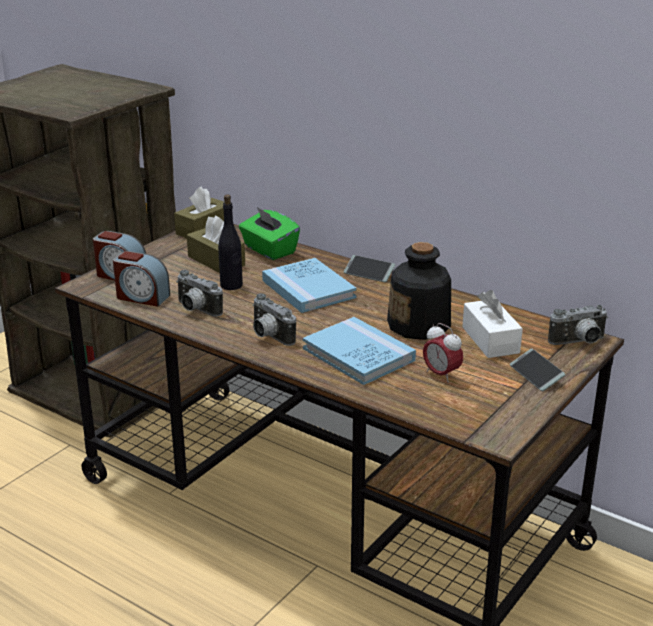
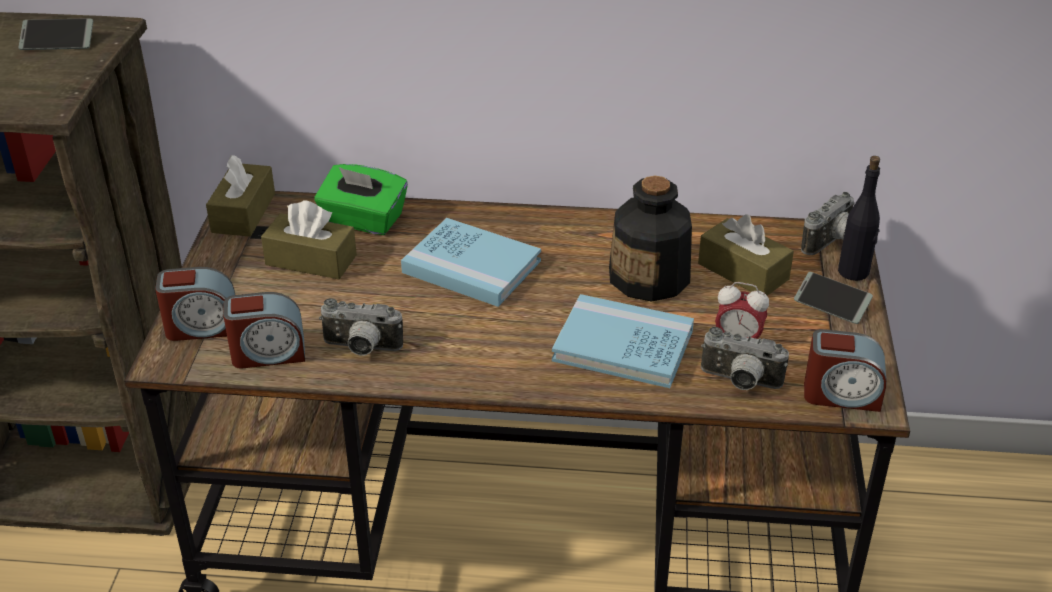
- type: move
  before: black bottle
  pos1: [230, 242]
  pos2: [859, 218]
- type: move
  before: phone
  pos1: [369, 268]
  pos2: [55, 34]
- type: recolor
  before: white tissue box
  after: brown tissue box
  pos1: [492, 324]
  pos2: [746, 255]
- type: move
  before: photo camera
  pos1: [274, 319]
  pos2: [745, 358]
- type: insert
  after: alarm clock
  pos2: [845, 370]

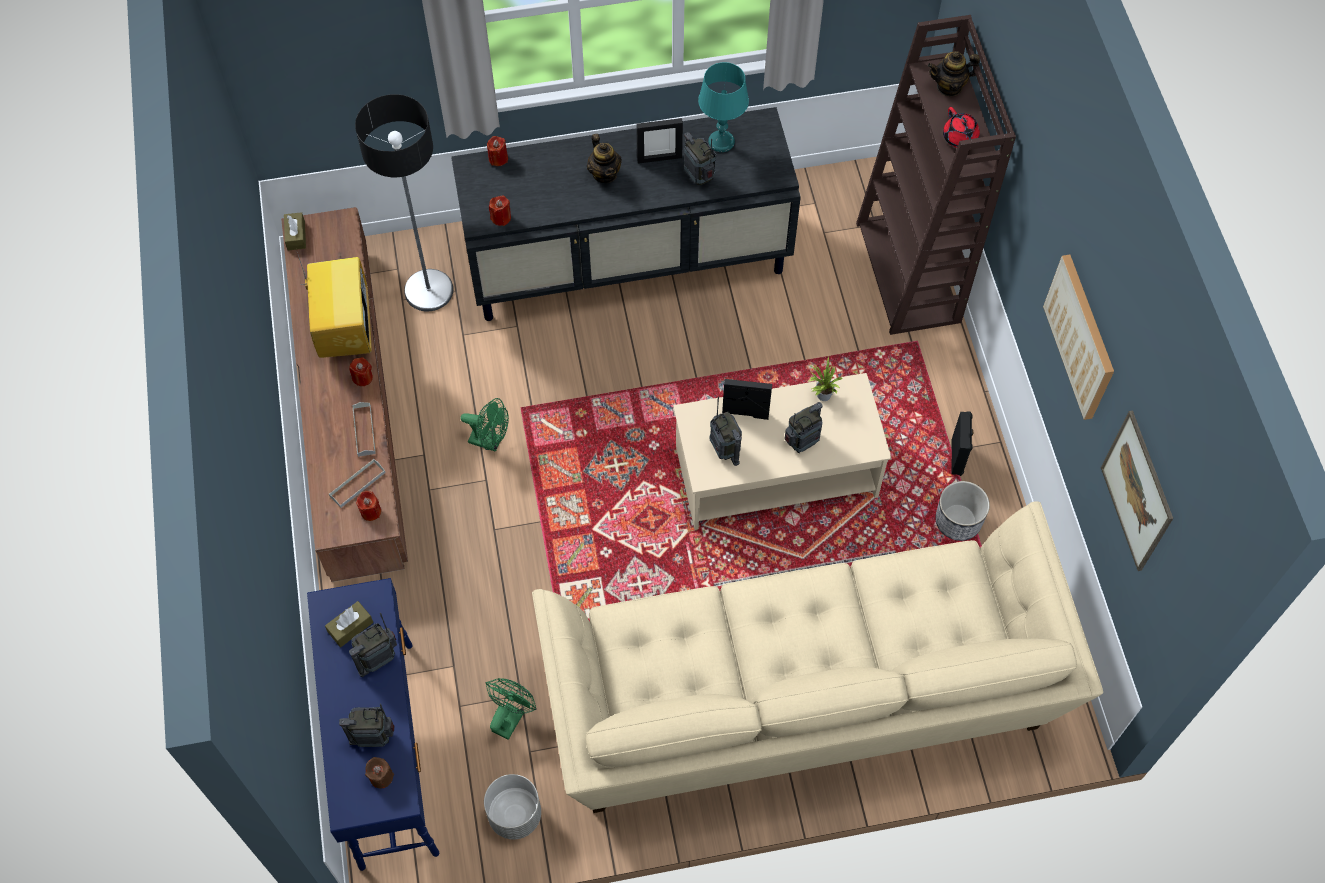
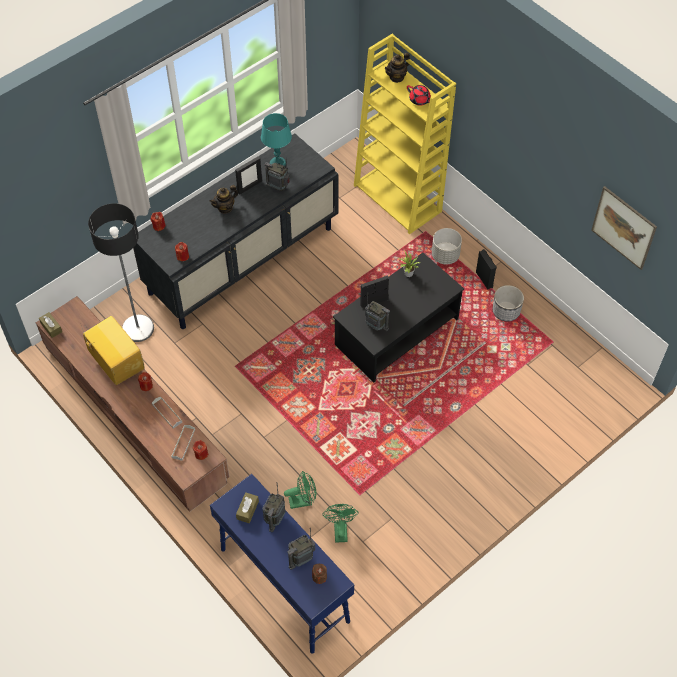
- type: recolor
  before: brown bookcase
  after: yellow bookcase
  pos1: [936, 175]
  pos2: [405, 134]
- type: rotate
  before: teapot
  pos1: [604, 158]
  pos2: [223, 199]
  turn: 105
- type: delete
  before: picture
  pos1: [1078, 337]
- type: recolor
  before: beige coffee table
  after: black coffee table
  pos1: [782, 451]
  pos2: [398, 317]
- type: move
  before: green fan
  pos1: [484, 425]
  pos2: [300, 490]
- type: delete
  before: radio
  pos1: [804, 427]
- type: delete
  before: beige sofa
  pos1: [817, 657]
- type: move
  before: grey planter
  pos1: [512, 806]
  pos2: [447, 246]

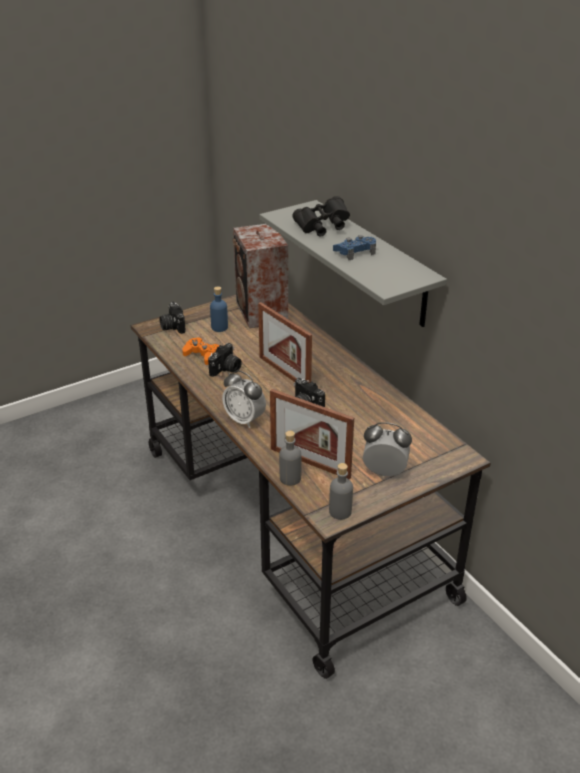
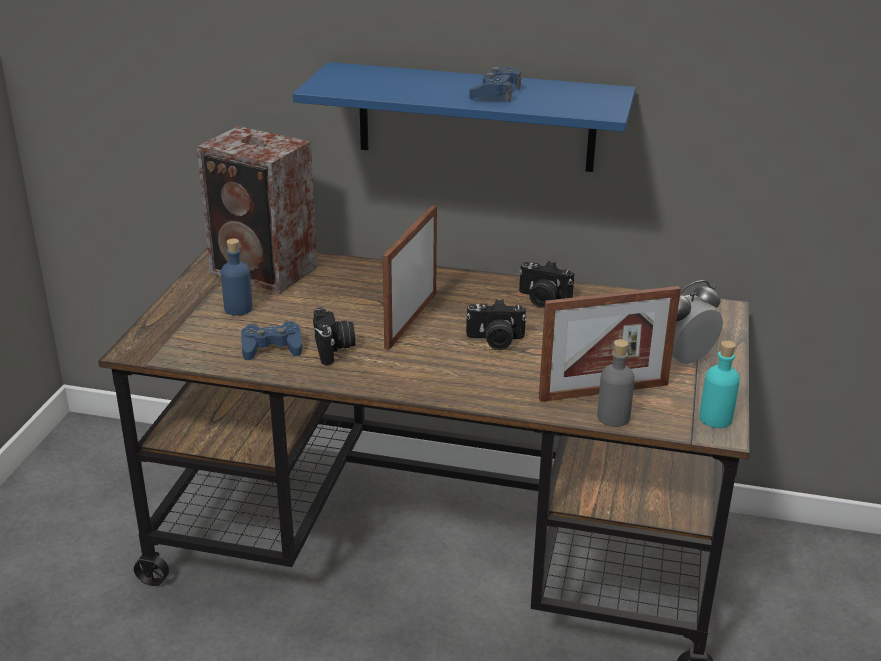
- type: delete
  before: black binoculars
  pos1: [321, 216]
- type: recolor
  before: grey shelf
  after: blue shelf
  pos1: [353, 263]
  pos2: [464, 117]
- type: move
  before: photo camera
  pos1: [172, 318]
  pos2: [546, 284]
- type: rotate
  before: picture frame
  pos1: [285, 342]
  pos2: [410, 277]
  turn: 105
- type: recolor
  before: orange game controller
  after: blue game controller
  pos1: [201, 351]
  pos2: [271, 340]
- type: delete
  before: alarm clock
  pos1: [244, 399]
- type: recolor
  before: grey bottle
  after: turquoise bottle
  pos1: [341, 491]
  pos2: [719, 384]

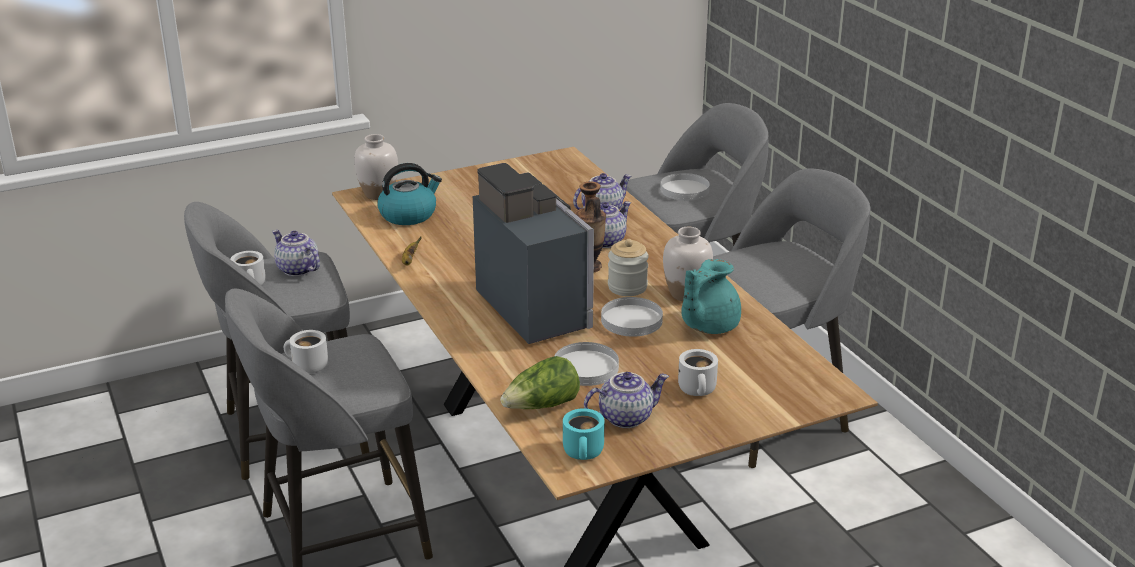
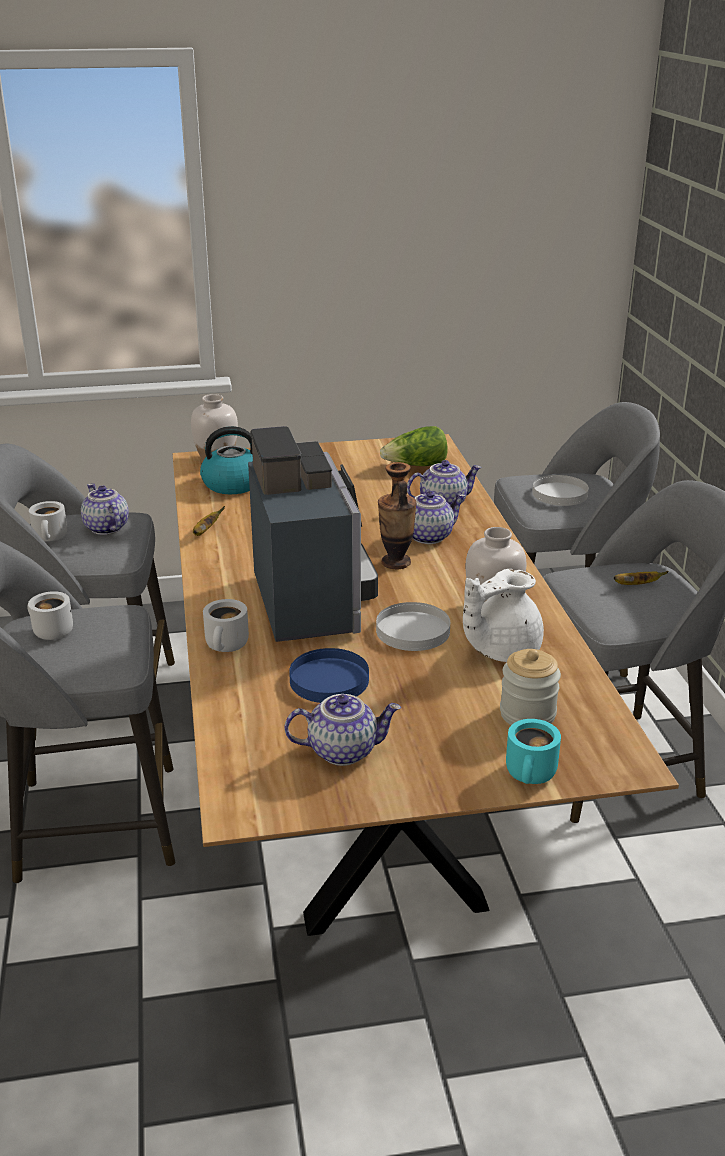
- type: move
  before: jar
  pos1: [628, 267]
  pos2: [530, 687]
- type: recolor
  before: turquoise teapot
  after: white teapot
  pos1: [711, 296]
  pos2: [503, 615]
- type: recolor
  before: white plate
  after: blue plate
  pos1: [587, 364]
  pos2: [329, 675]
- type: move
  before: white mug
  pos1: [698, 372]
  pos2: [226, 625]
- type: move
  before: lettuce
  pos1: [540, 382]
  pos2: [414, 446]
- type: move
  before: turquoise mug
  pos1: [583, 434]
  pos2: [533, 751]
- type: insert
  after: banana
  pos2: [641, 578]

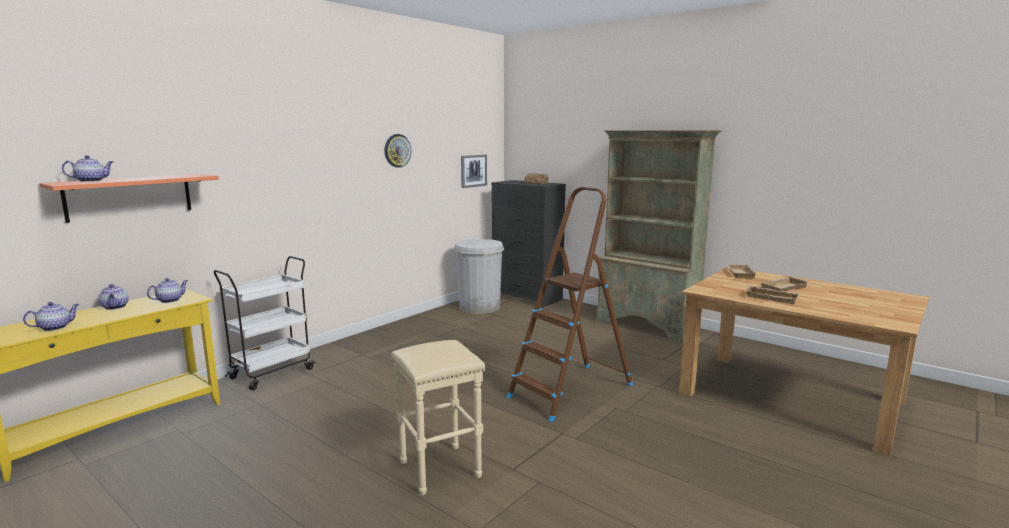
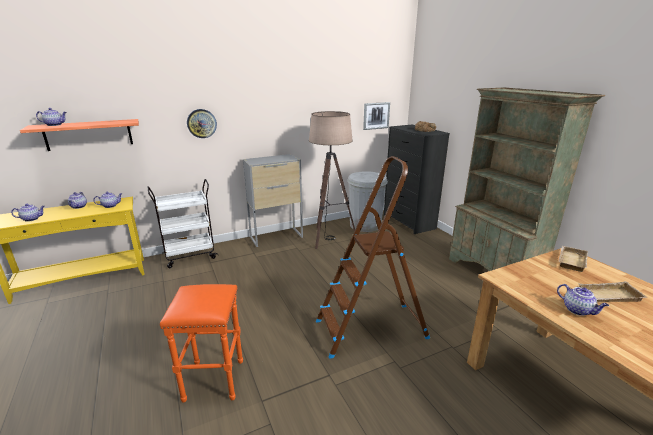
- type: move
  before: wall clock
  pos1: [398, 151]
  pos2: [202, 123]
- type: replace
  before: beige tray
  after: teapot
  pos1: [773, 295]
  pos2: [583, 300]
- type: recolor
  before: beige stool
  after: orange stool
  pos1: [438, 417]
  pos2: [201, 343]
- type: insert
  after: floor lamp
  pos2: [332, 180]
- type: insert
  after: grey cabinet
  pos2: [273, 200]

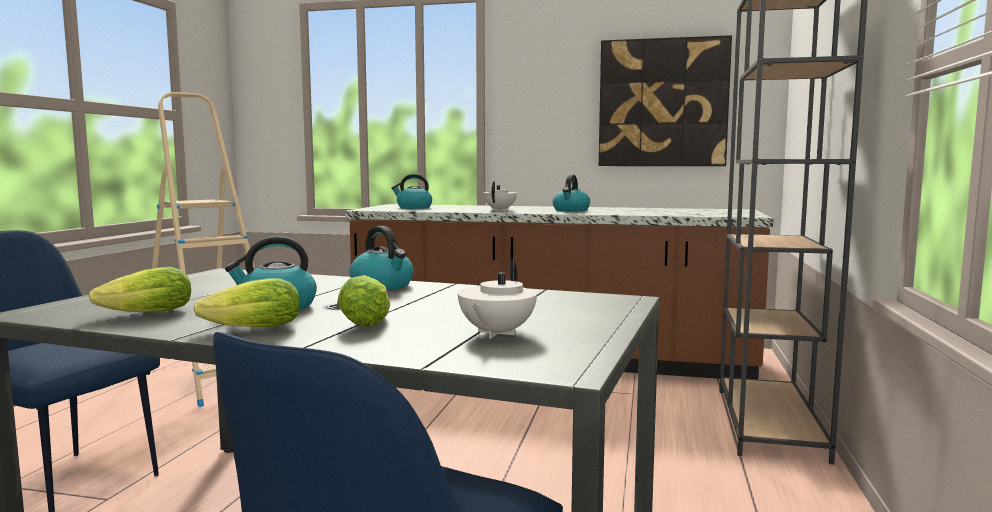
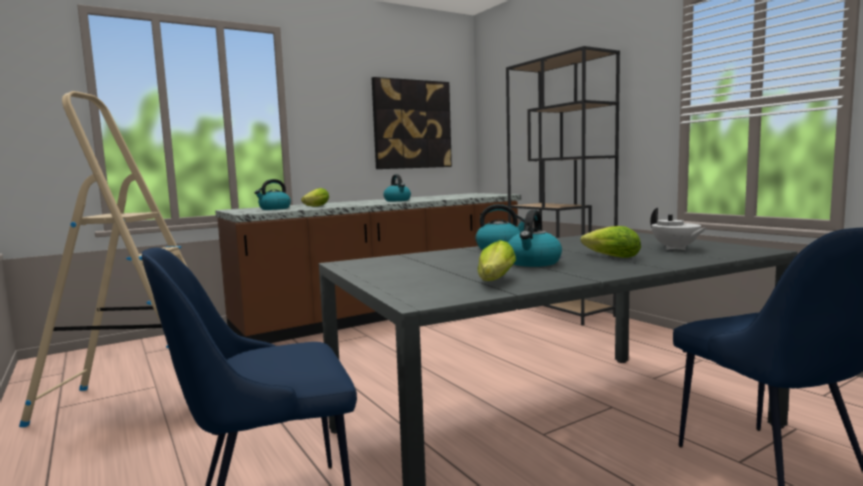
- type: delete
  before: white teapot
  pos1: [500, 196]
- type: move
  before: lettuce
  pos1: [246, 302]
  pos2: [315, 197]

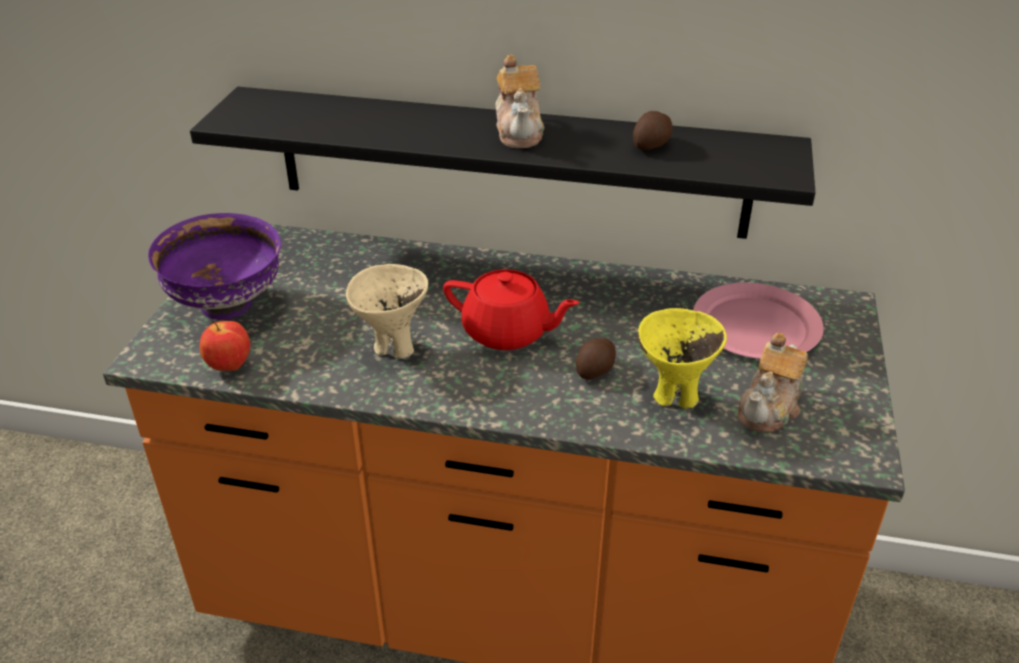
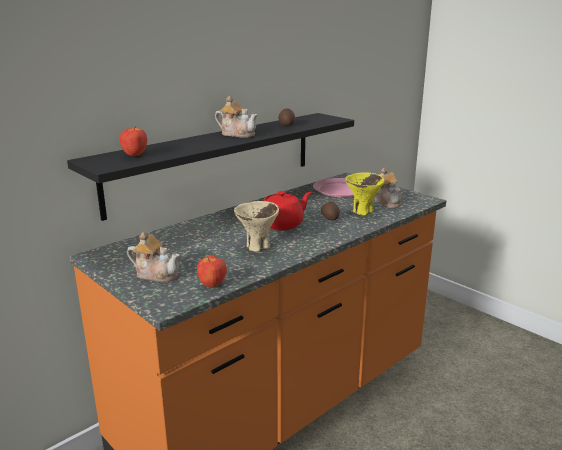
- type: replace
  before: purple bowl
  after: teapot
  pos1: [214, 266]
  pos2: [153, 257]
- type: insert
  after: apple
  pos2: [133, 141]

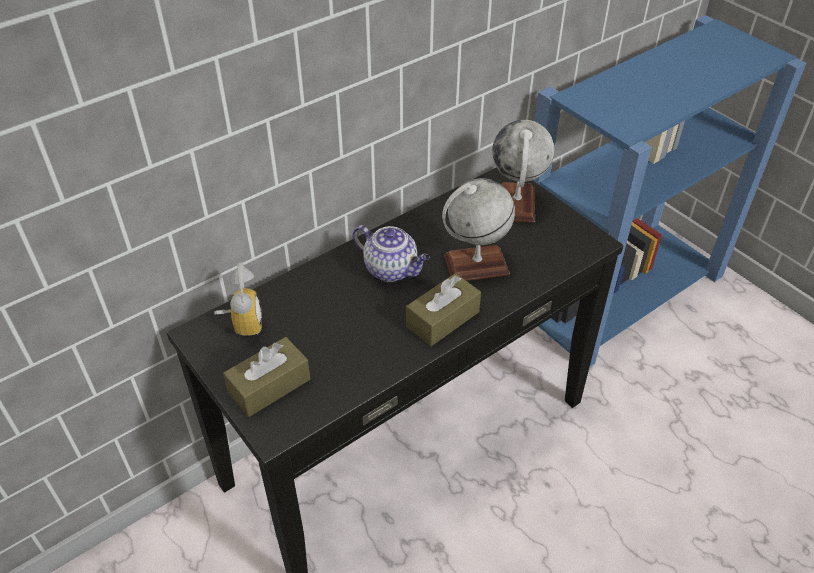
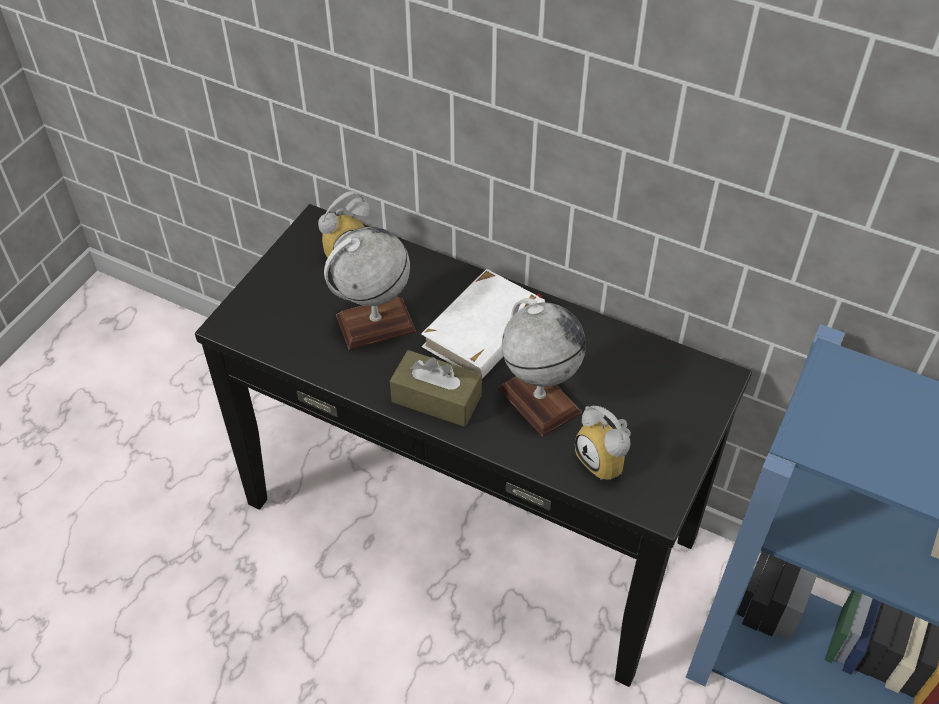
- type: move
  before: globe
  pos1: [523, 171]
  pos2: [370, 288]
- type: replace
  before: teapot
  after: white book
  pos1: [391, 253]
  pos2: [483, 324]
- type: delete
  before: brown tissue box
  pos1: [266, 377]
- type: insert
  after: alarm clock
  pos2: [603, 443]

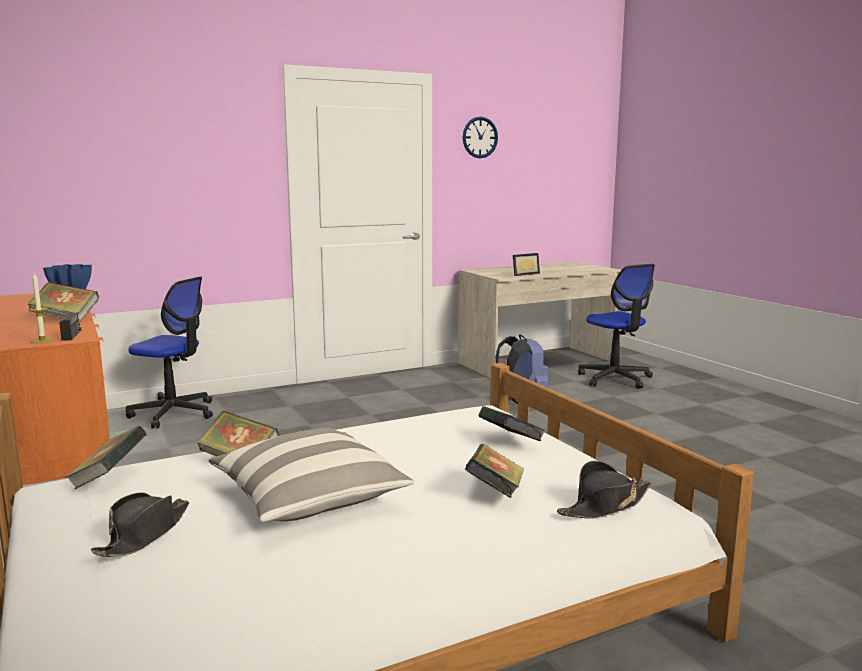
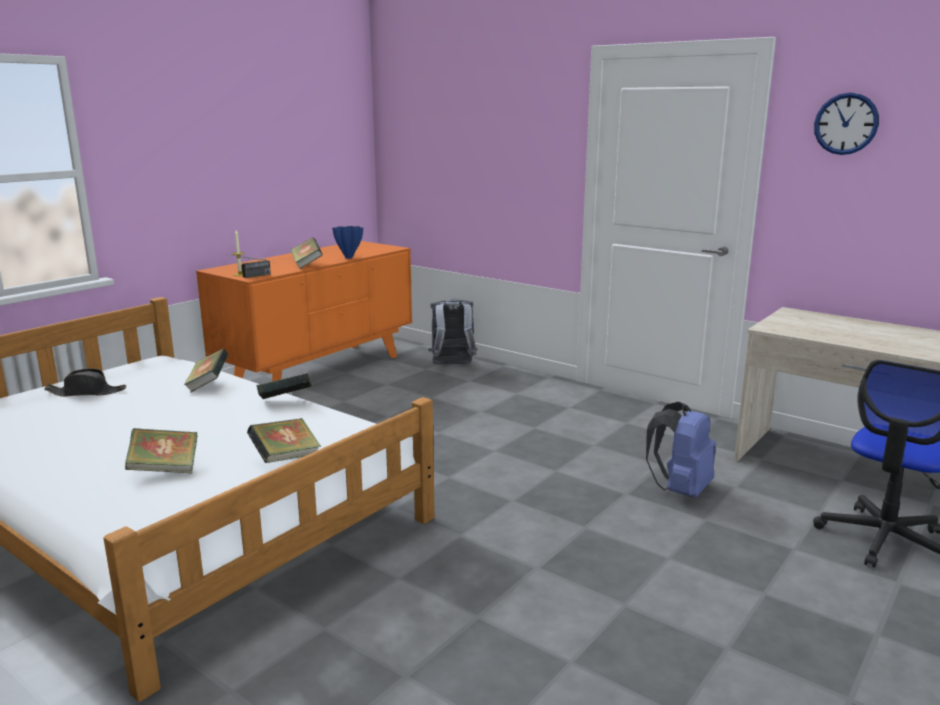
- type: delete
  before: picture frame
  pos1: [526, 264]
- type: replace
  before: office chair
  after: grey backpack
  pos1: [169, 353]
  pos2: [452, 332]
- type: move
  before: book
  pos1: [106, 457]
  pos2: [284, 386]
- type: delete
  before: pillow
  pos1: [311, 475]
- type: delete
  before: black hat
  pos1: [604, 489]

